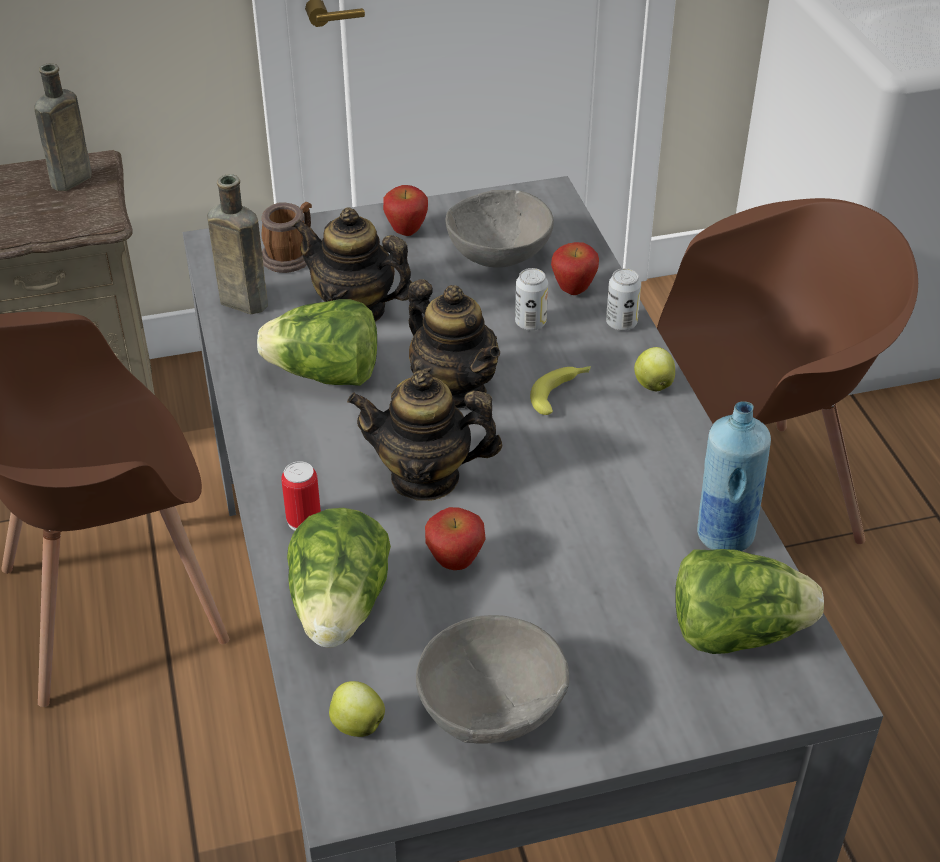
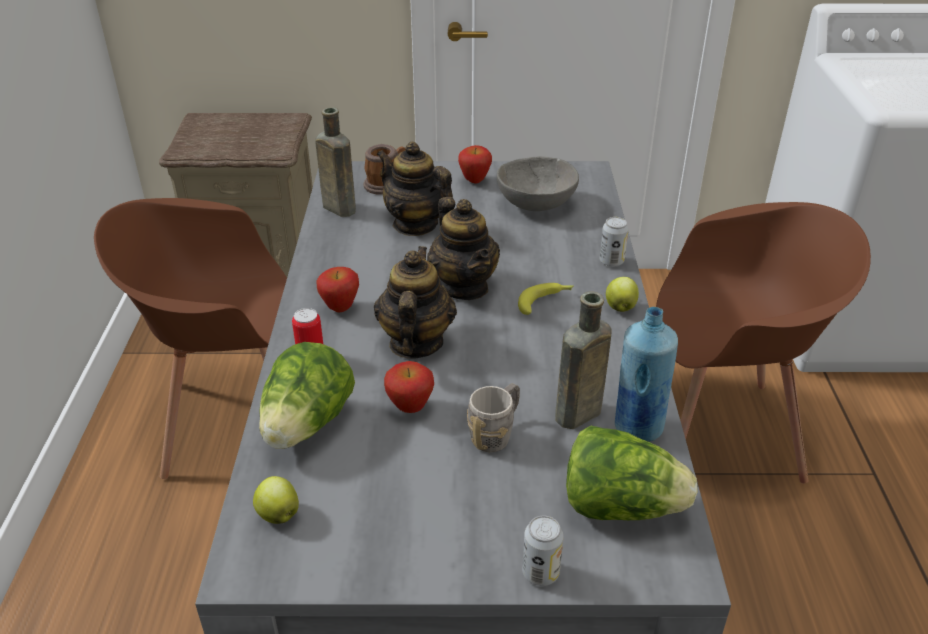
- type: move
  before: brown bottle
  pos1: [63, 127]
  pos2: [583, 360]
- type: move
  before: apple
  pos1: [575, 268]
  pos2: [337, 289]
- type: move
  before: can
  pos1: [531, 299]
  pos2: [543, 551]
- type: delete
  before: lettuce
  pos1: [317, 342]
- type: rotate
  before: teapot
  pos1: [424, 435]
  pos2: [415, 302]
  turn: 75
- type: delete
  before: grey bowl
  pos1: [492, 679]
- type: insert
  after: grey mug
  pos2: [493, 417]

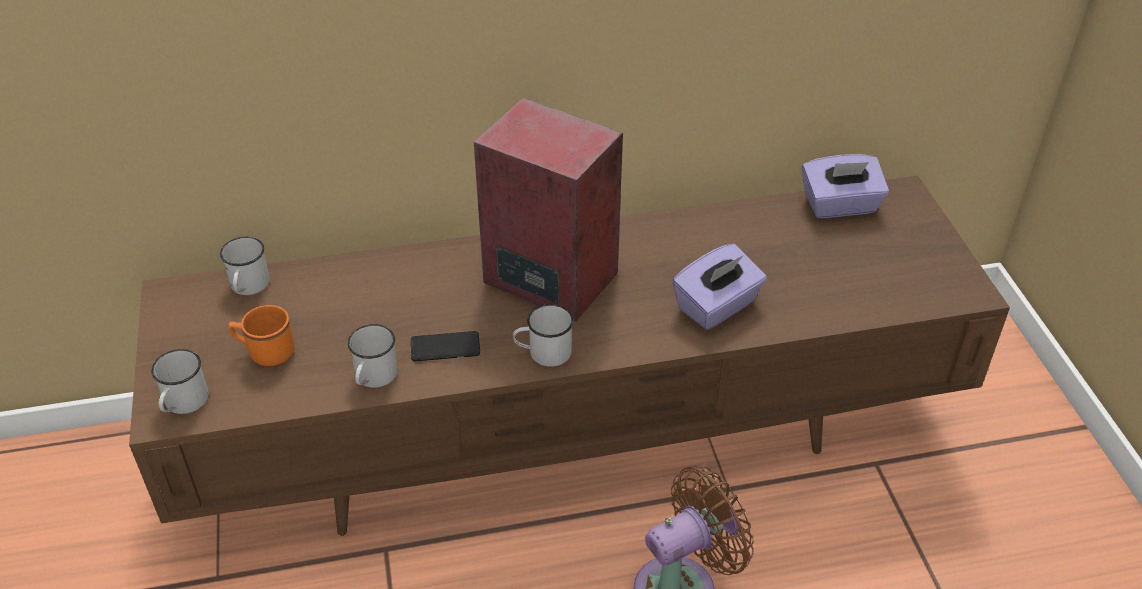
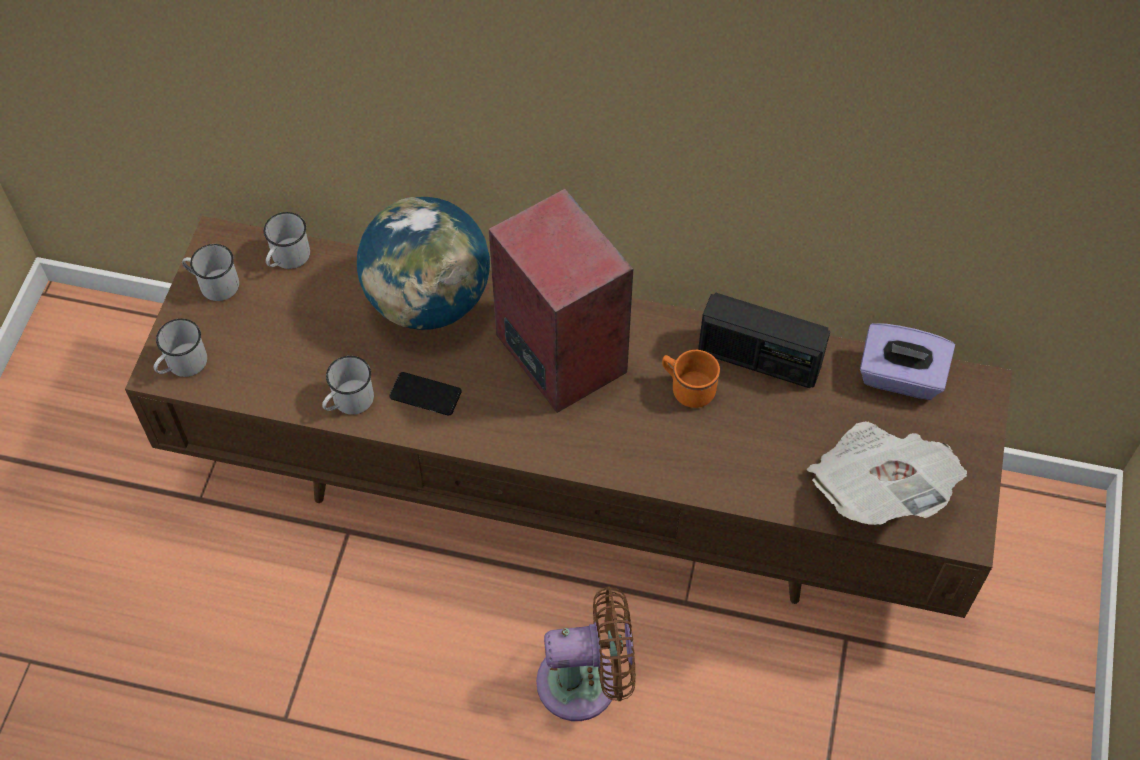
- type: delete
  before: purple tissue box
  pos1: [719, 287]
- type: move
  before: white mug
  pos1: [543, 335]
  pos2: [210, 272]
- type: move
  before: orange mug
  pos1: [261, 335]
  pos2: [691, 379]
- type: insert
  after: globe
  pos2: [423, 263]
- type: insert
  after: radio
  pos2: [764, 340]
- type: insert
  after: newspaper
  pos2: [887, 473]

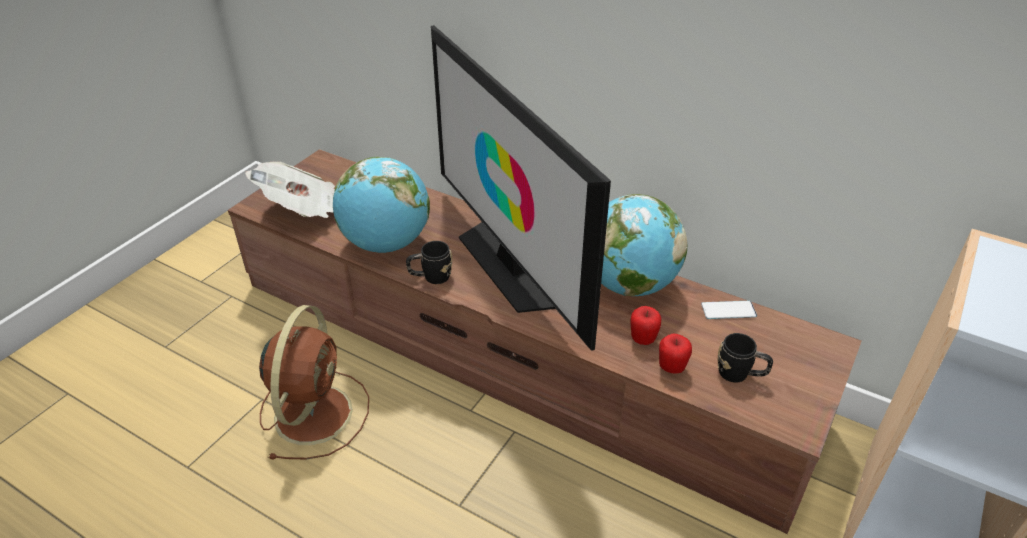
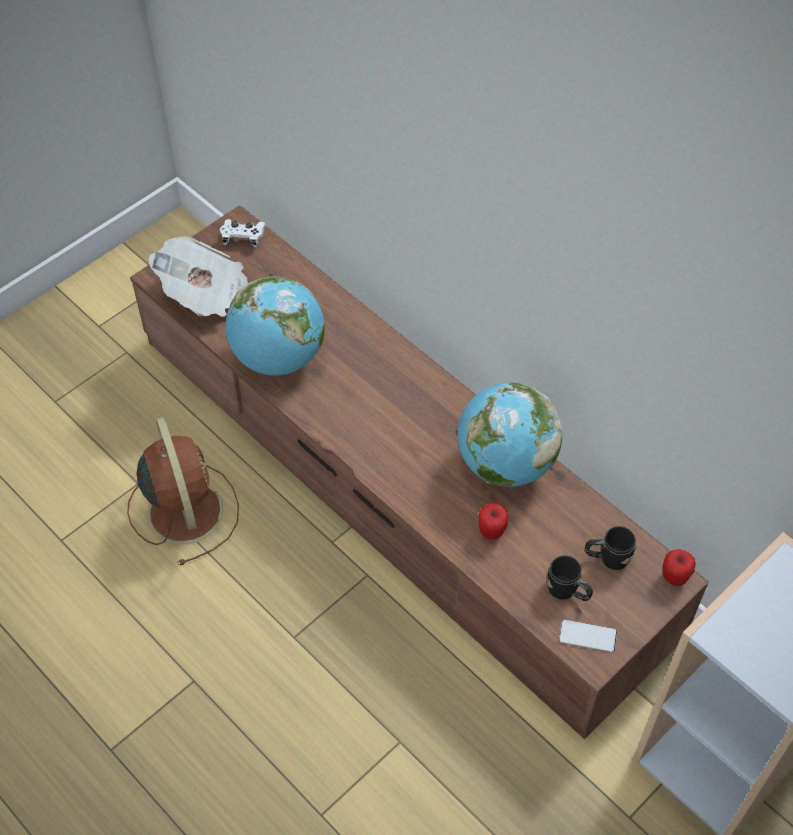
- type: delete
  before: television
  pos1: [521, 188]
- type: move
  before: black mug
  pos1: [429, 262]
  pos2: [611, 548]
- type: move
  before: phone
  pos1: [729, 310]
  pos2: [588, 635]
- type: rotate
  before: brown fan
  pos1: [314, 382]
  pos2: [183, 491]
  turn: -45
- type: move
  before: apple
  pos1: [675, 354]
  pos2: [679, 567]
- type: insert
  after: white game controller
  pos2: [243, 233]

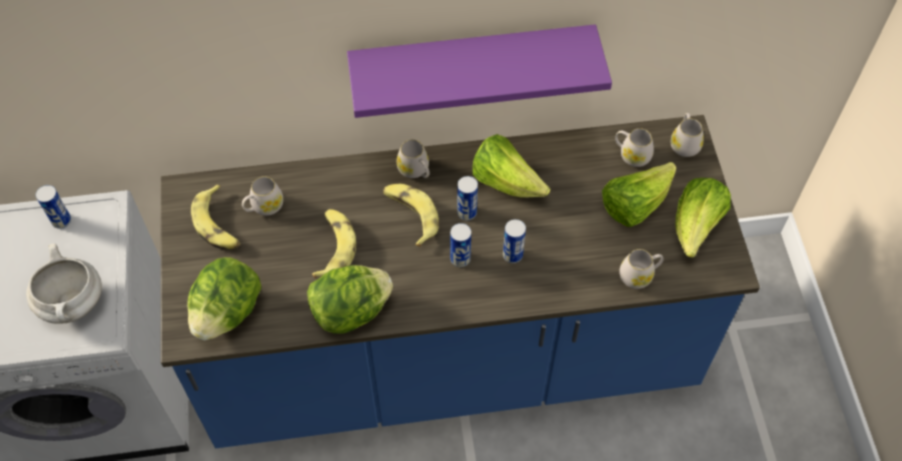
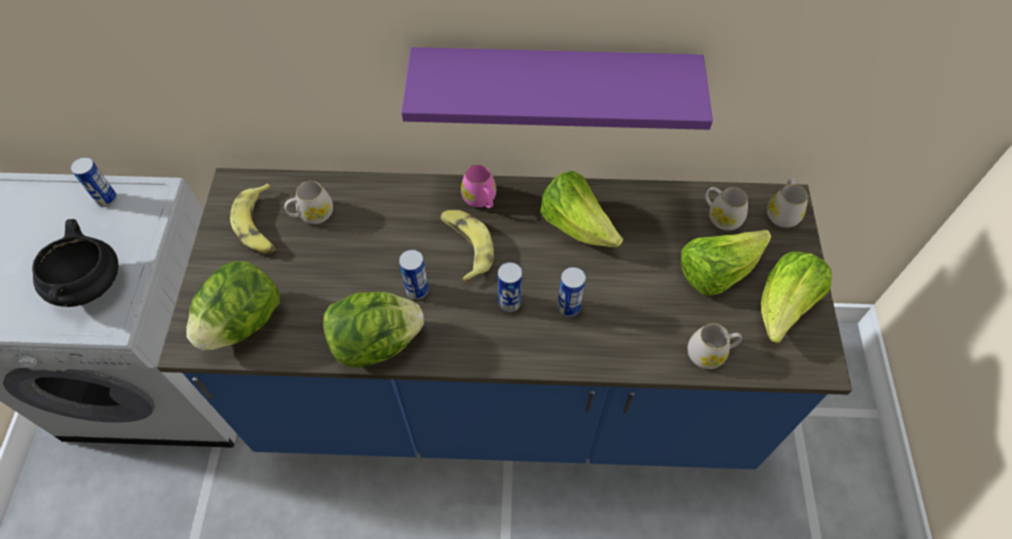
- type: recolor
  before: white mug
  after: pink mug
  pos1: [413, 159]
  pos2: [478, 186]
- type: move
  before: can
  pos1: [467, 198]
  pos2: [413, 275]
- type: delete
  before: banana
  pos1: [334, 243]
- type: recolor
  before: white cooking pot
  after: black cooking pot
  pos1: [64, 283]
  pos2: [75, 263]

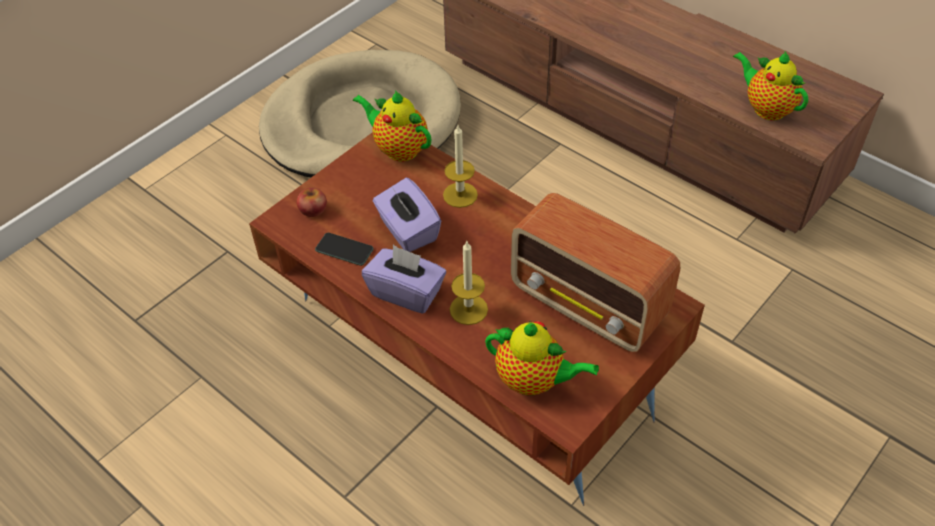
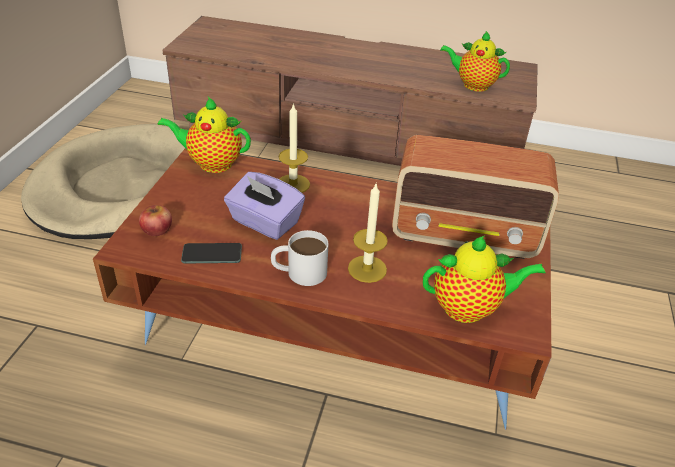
- type: replace
  before: purple tissue box
  after: white mug
  pos1: [404, 279]
  pos2: [299, 258]

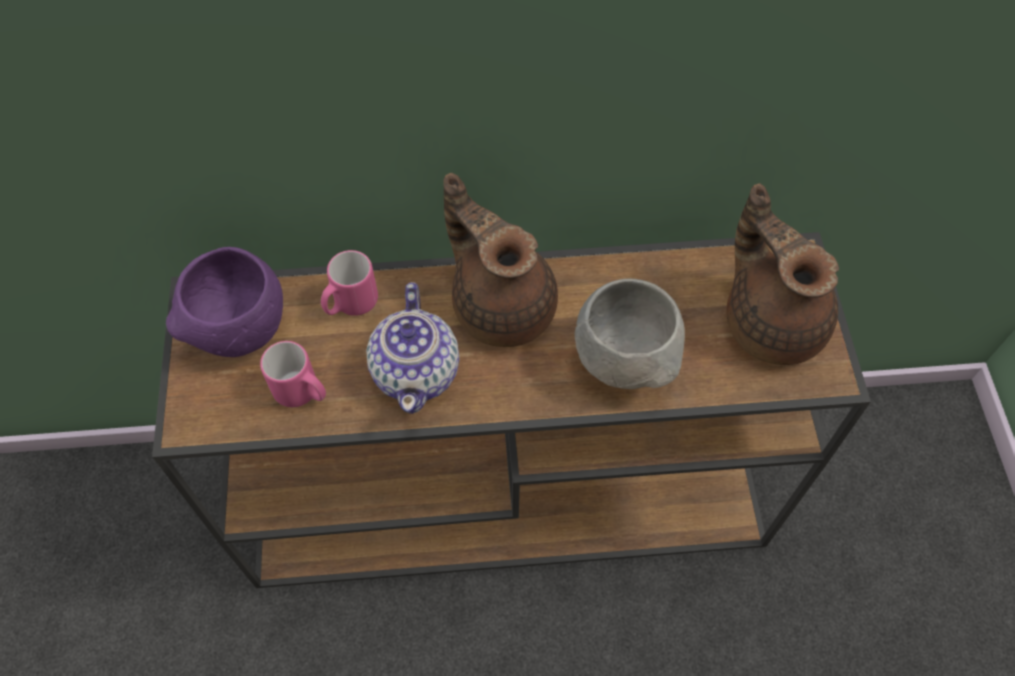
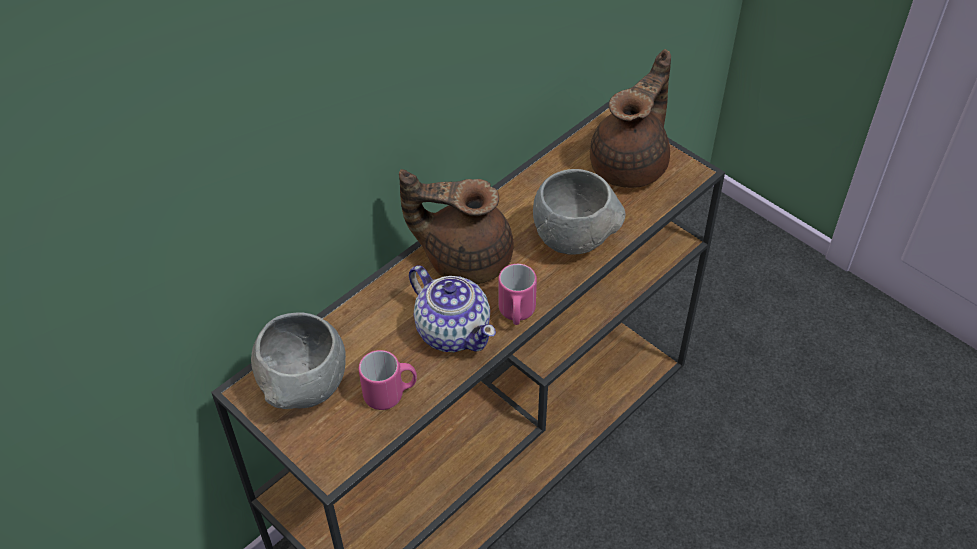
- type: rotate
  before: brown teapot
  pos1: [782, 274]
  pos2: [630, 118]
  turn: 105
- type: recolor
  before: purple bowl
  after: grey bowl
  pos1: [224, 302]
  pos2: [298, 360]
- type: move
  before: pink mug
  pos1: [349, 283]
  pos2: [517, 294]

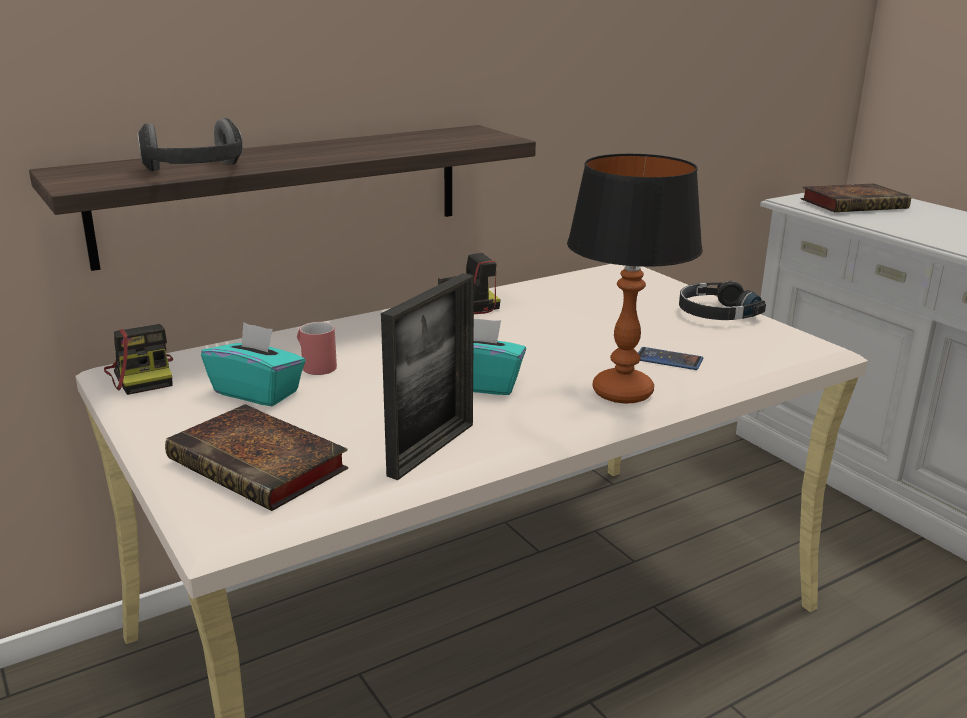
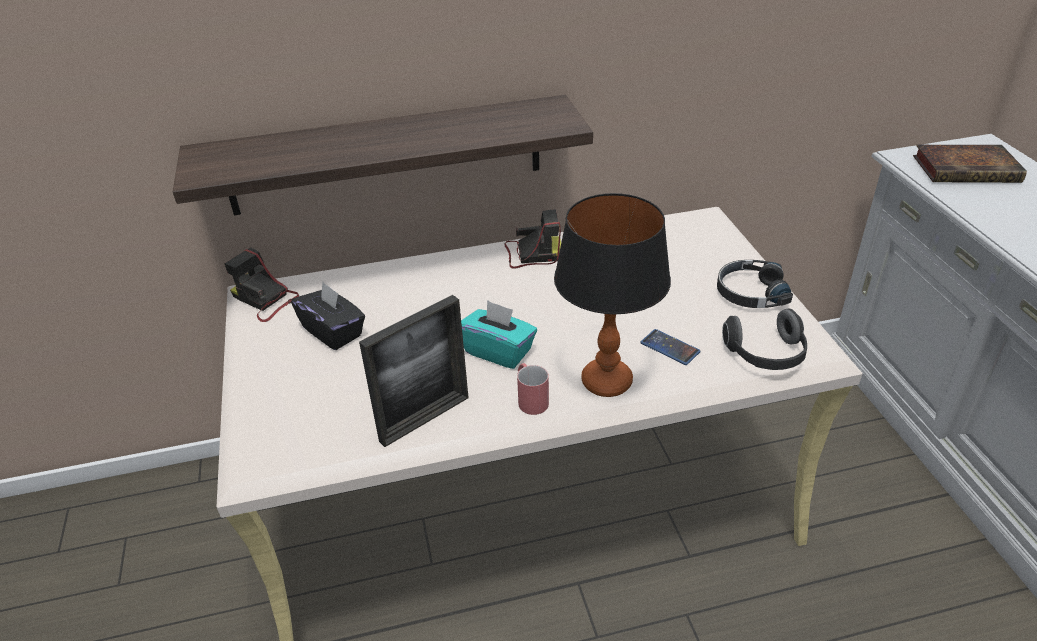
- type: move
  before: headphones
  pos1: [190, 144]
  pos2: [764, 339]
- type: recolor
  before: turquoise tissue box
  after: black tissue box
  pos1: [253, 364]
  pos2: [328, 316]
- type: move
  before: red mug
  pos1: [317, 348]
  pos2: [533, 389]
- type: rotate
  before: photo camera
  pos1: [138, 359]
  pos2: [261, 284]
  turn: 135
- type: delete
  before: book
  pos1: [256, 457]

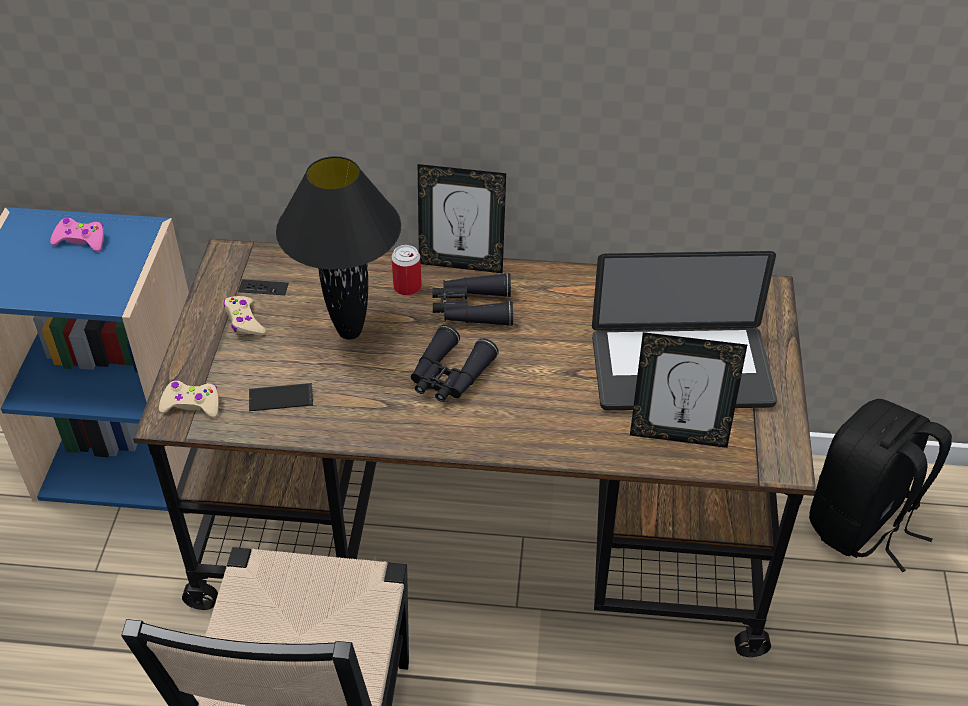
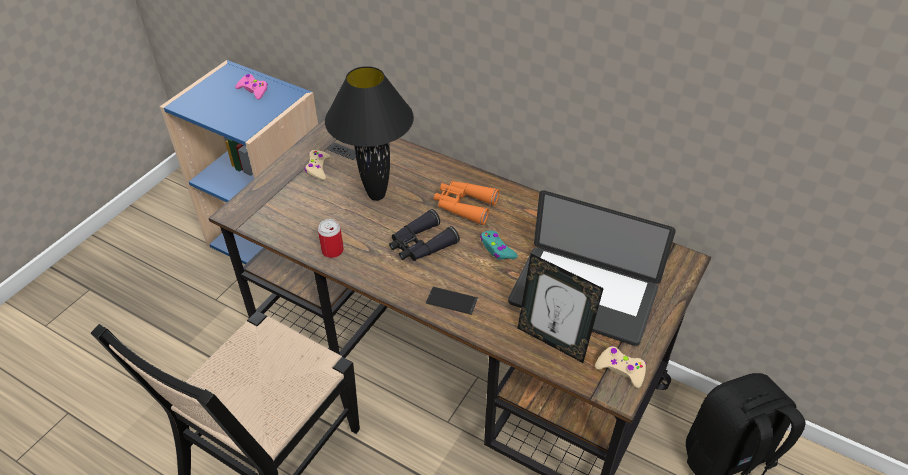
- type: delete
  before: picture frame
  pos1: [462, 218]
- type: move
  before: can
  pos1: [406, 270]
  pos2: [331, 238]
- type: recolor
  before: black binoculars
  after: orange binoculars
  pos1: [472, 299]
  pos2: [467, 202]
- type: move
  before: beige game controller
  pos1: [189, 399]
  pos2: [620, 367]
- type: move
  before: phone
  pos1: [281, 397]
  pos2: [452, 301]
- type: insert
  after: turquoise game controller
  pos2: [499, 245]

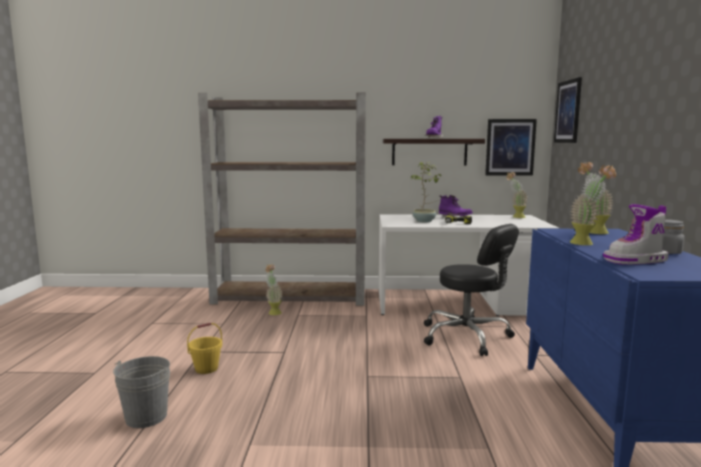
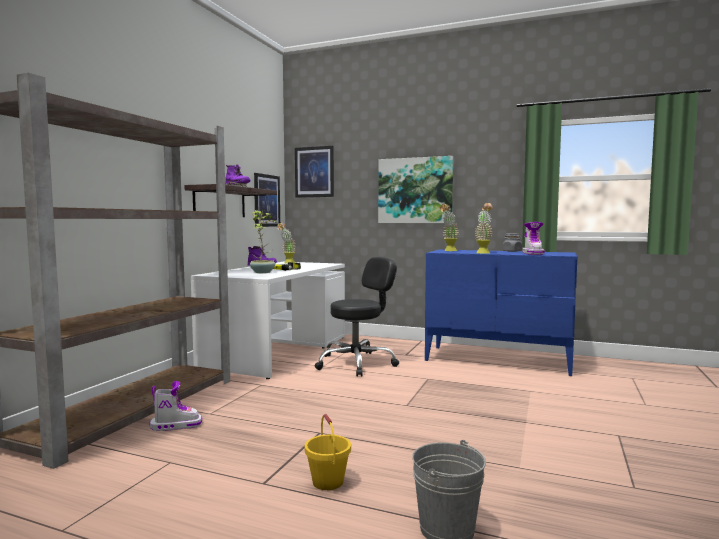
- type: replace
  before: potted plant
  after: boot
  pos1: [274, 289]
  pos2: [175, 406]
- type: insert
  after: picture
  pos2: [415, 189]

